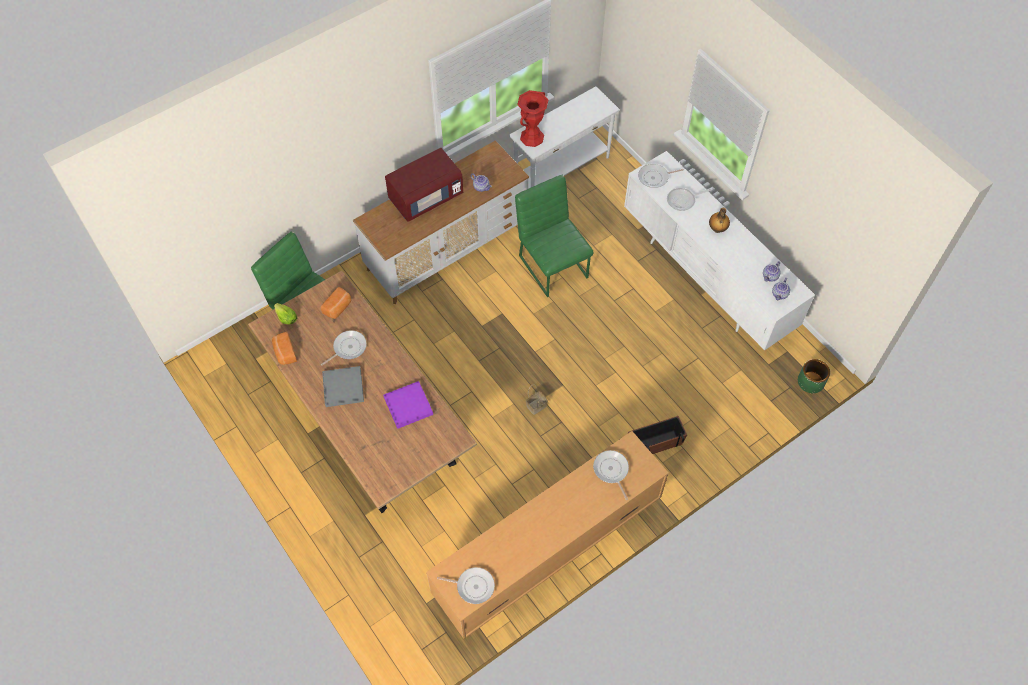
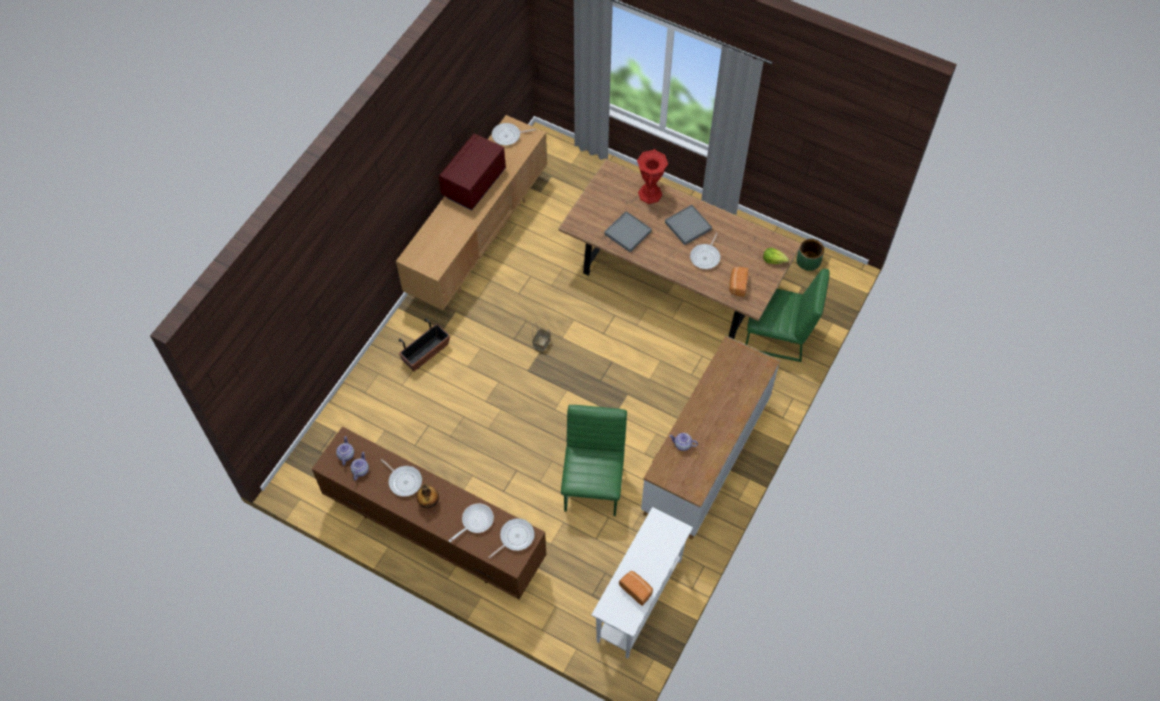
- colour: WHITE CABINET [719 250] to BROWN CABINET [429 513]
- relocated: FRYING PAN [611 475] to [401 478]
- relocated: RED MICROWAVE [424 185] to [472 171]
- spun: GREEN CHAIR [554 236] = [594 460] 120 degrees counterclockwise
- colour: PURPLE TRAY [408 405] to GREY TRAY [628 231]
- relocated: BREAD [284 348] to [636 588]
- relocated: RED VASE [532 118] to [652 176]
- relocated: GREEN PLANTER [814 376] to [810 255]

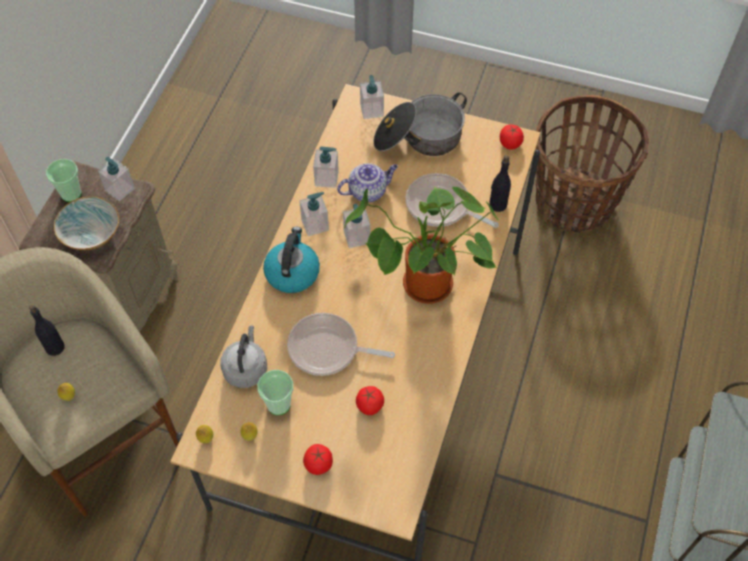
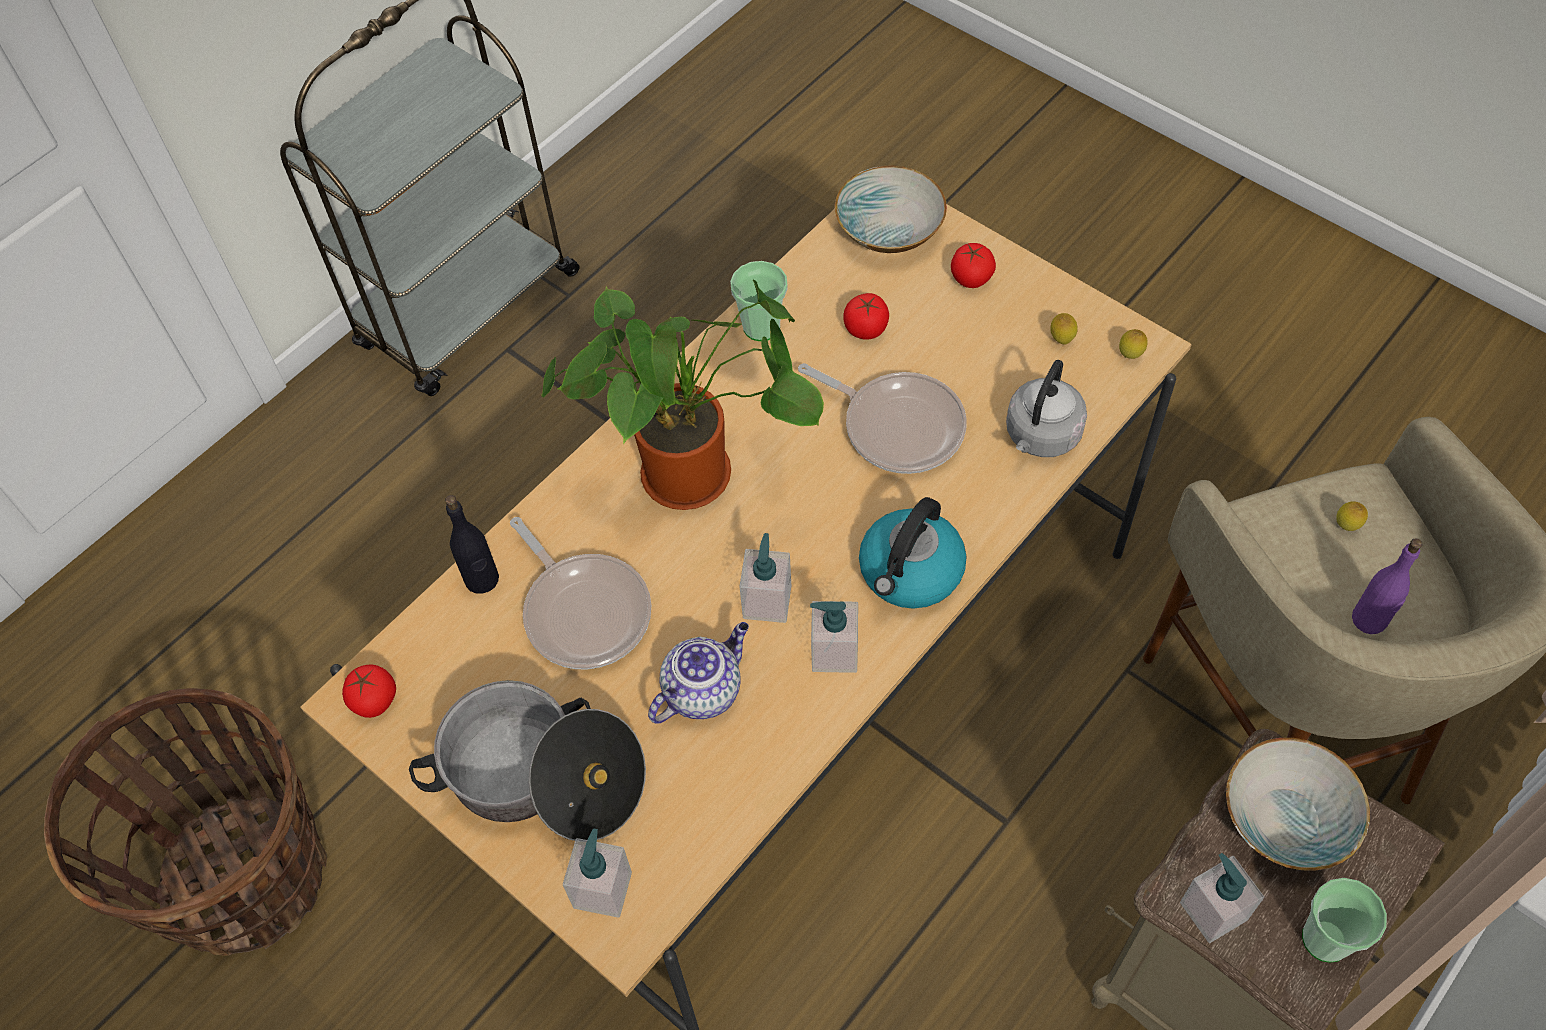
- spun: TEAPOT [367 182] = [698 673] 135 degrees clockwise
- relocated: CUP [275 392] to [759 301]
- appeared: BOWL [891 209]
- colour: BLACK BOTTLE [47 330] to PURPLE BOTTLE [1387 586]
- missing: SOAP DISPENSER [326 167]

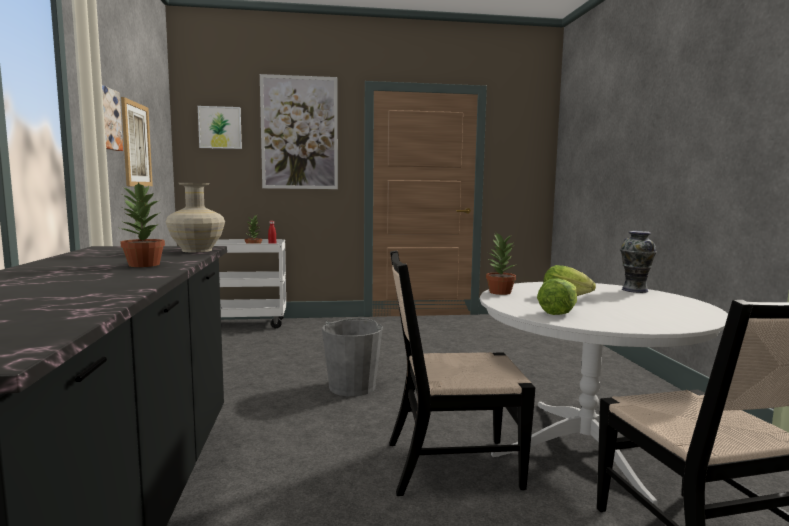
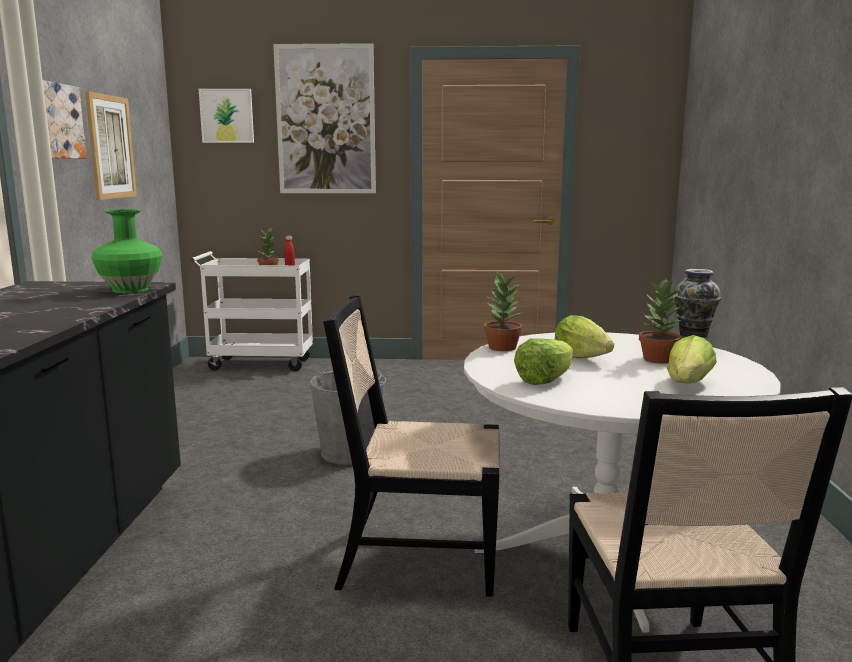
- colour: BEIGE VASE [195 217] to GREEN VASE [126 251]
- relocated: POTTED PLANT [142 224] to [660 321]
- appeared: LETTUCE [692 359]

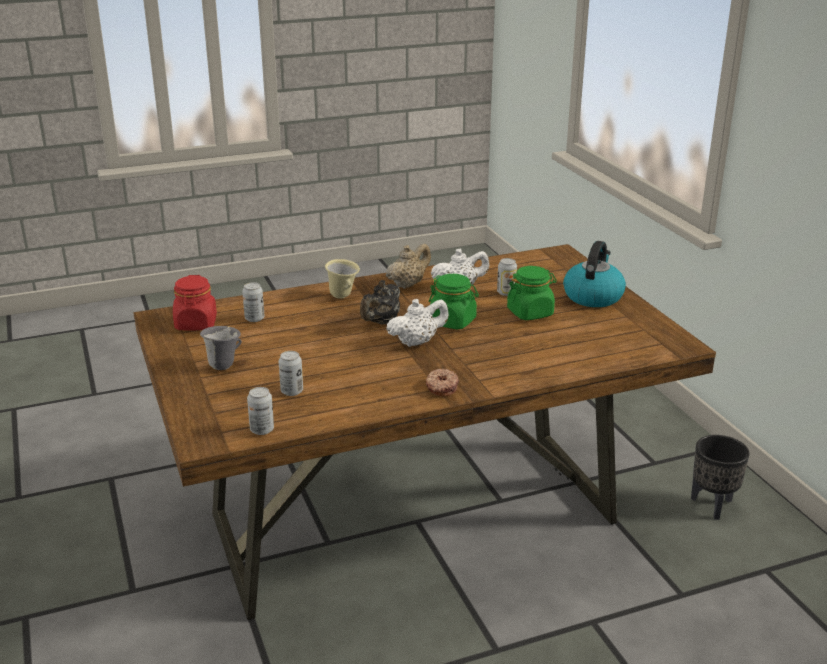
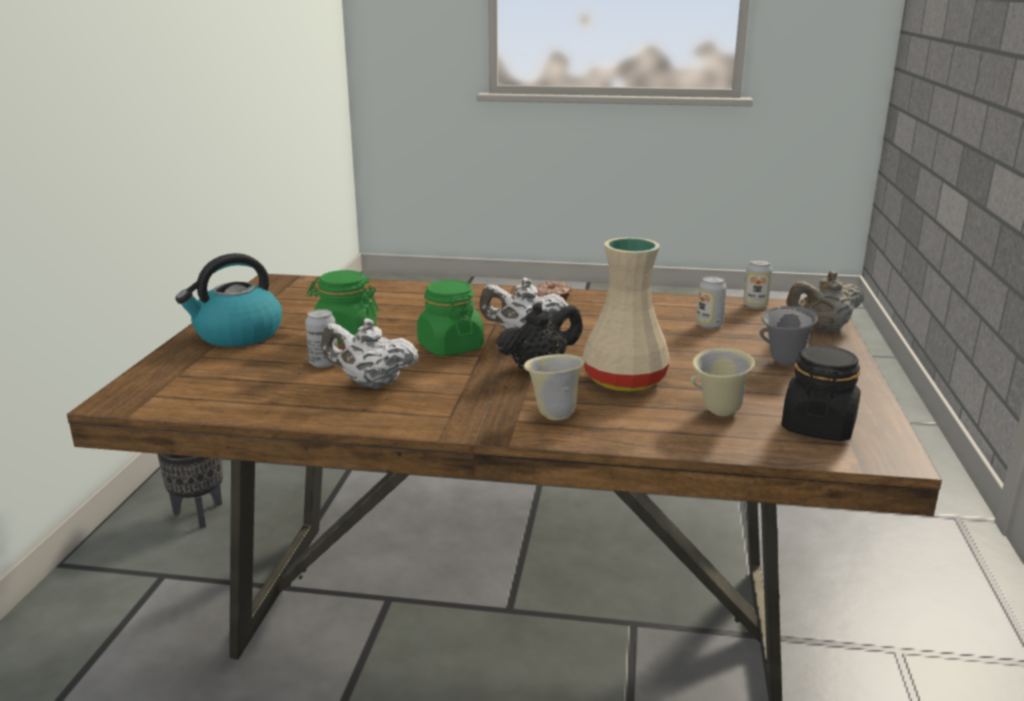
- appeared: BEIGE VASE [626 314]
- exchanged: CAN [253 302] to BEIGE MUG [722 382]
- colour: RED JAR [195 303] to BLACK JAR [820 393]
- relocated: BEIGE TEAPOT [408 266] to [825 301]

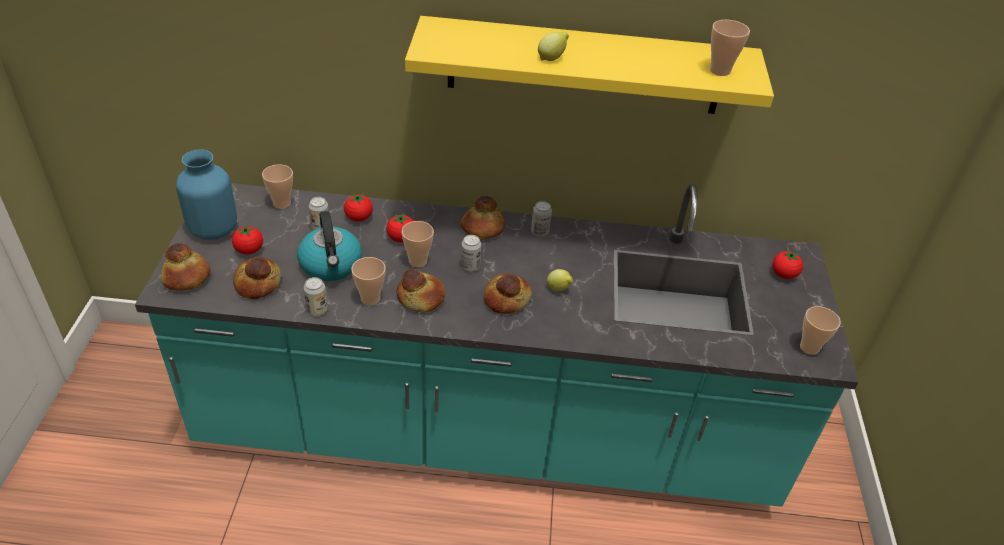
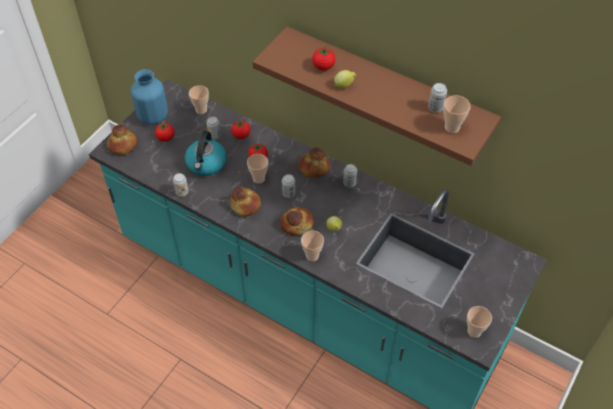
- colour: YELLOW SHELF [589 65] to BROWN SHELF [377 96]
- relocated: CUP [368 281] to [312 246]
- relocated: TOMATO [787 264] to [323 58]
- appeared: CAN [437 98]
- missing: BREAD [257 277]

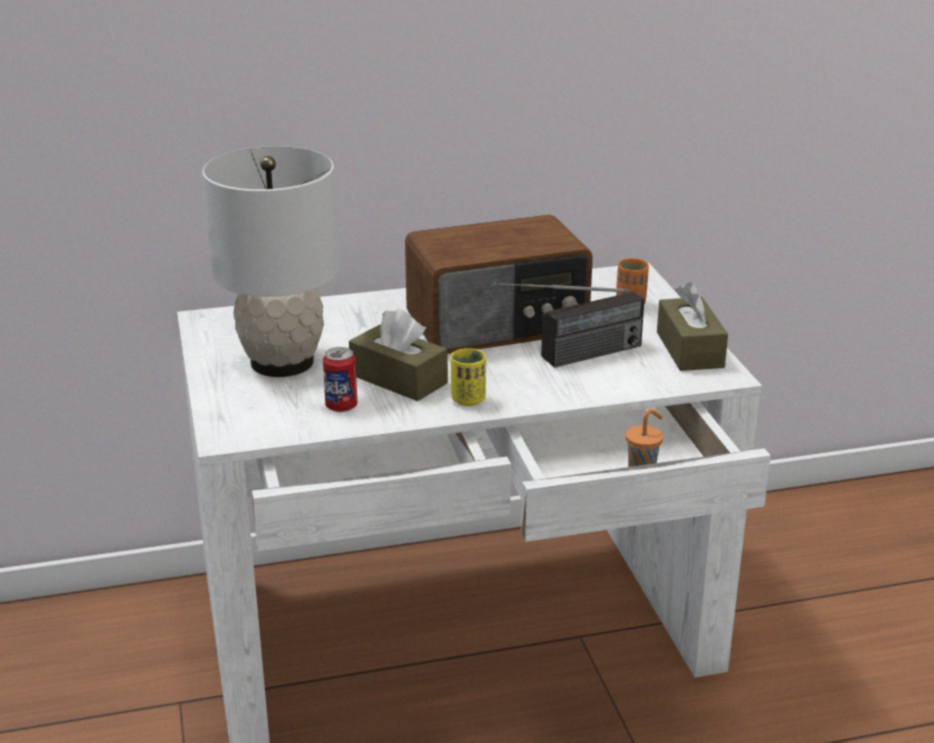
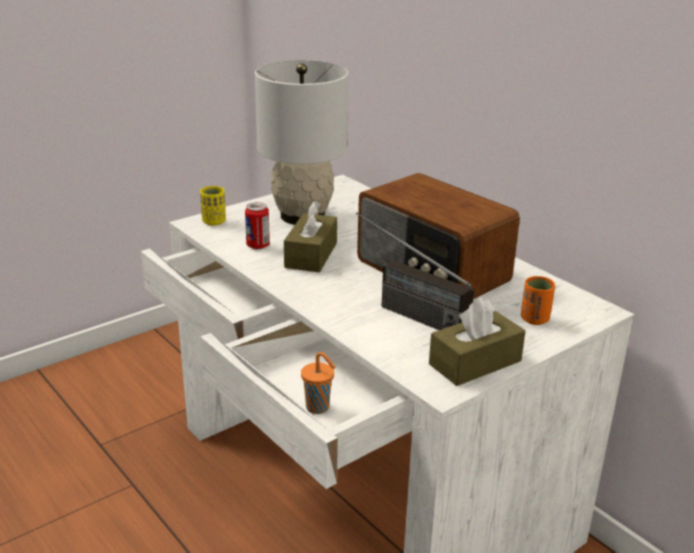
- relocated: YELLOW CUP [468 377] to [213 206]

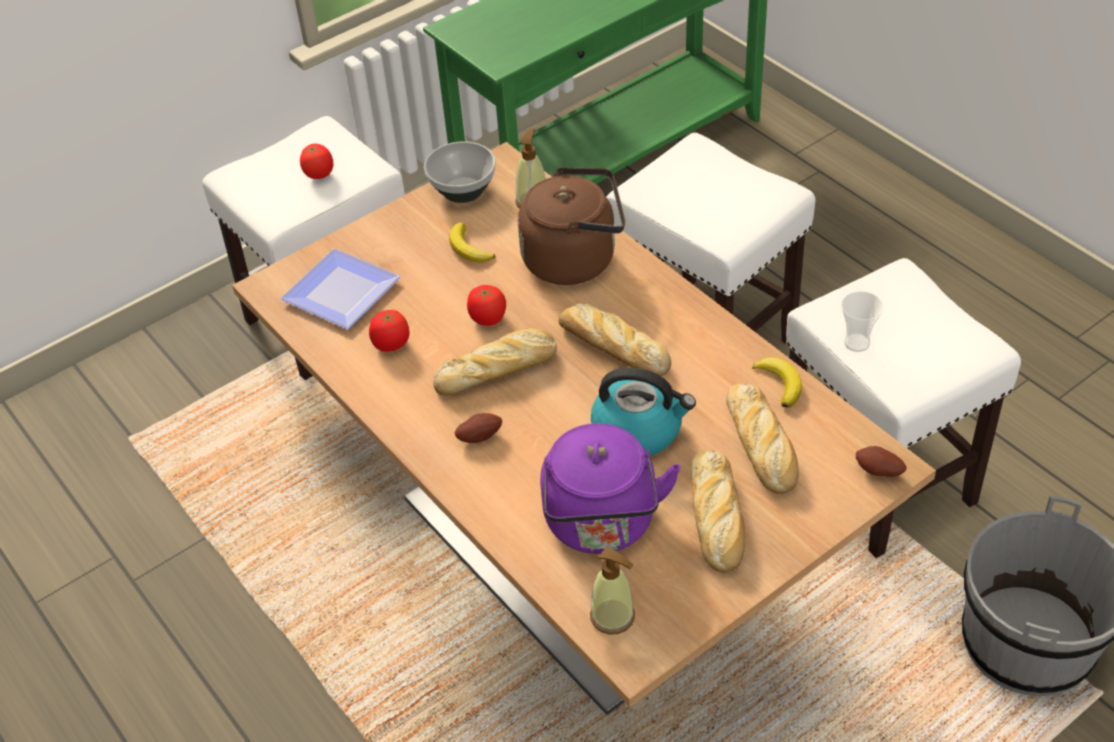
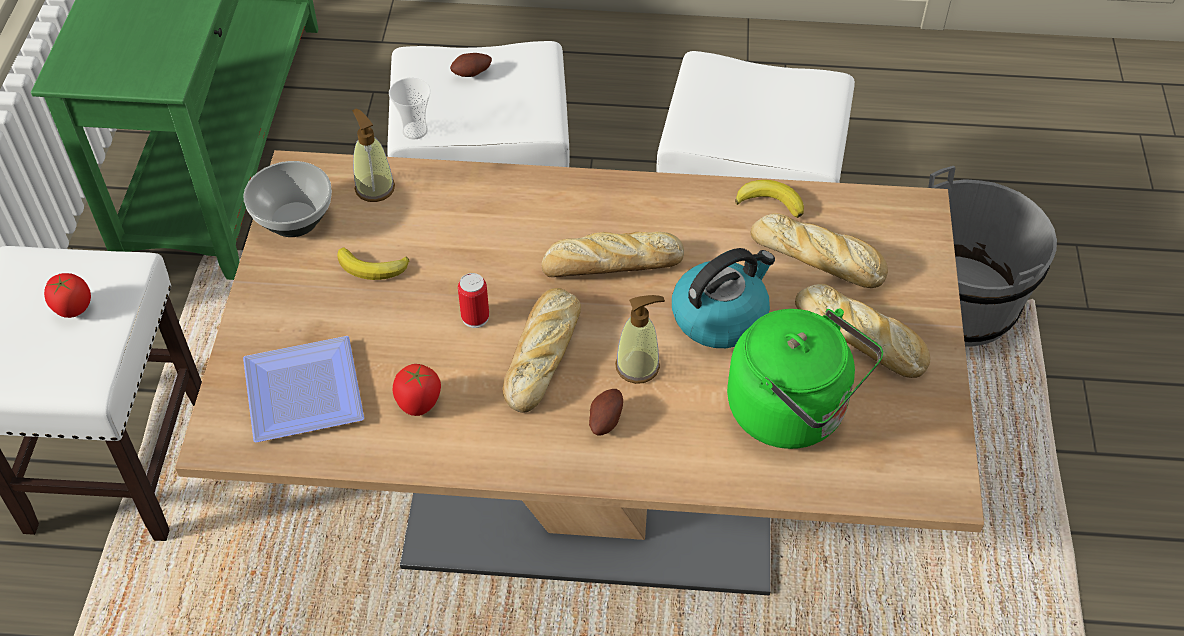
- relocated: CUP [862 321] to [410 109]
- relocated: POTATO [881 461] to [471 65]
- exchanged: TOMATO [486 305] to CAN [473 300]
- relocated: SOAP DISPENSER [612 591] to [640 339]
- colour: PURPLE KETTLE [610 488] to GREEN KETTLE [805 379]
- missing: BROWN KETTLE [571 226]

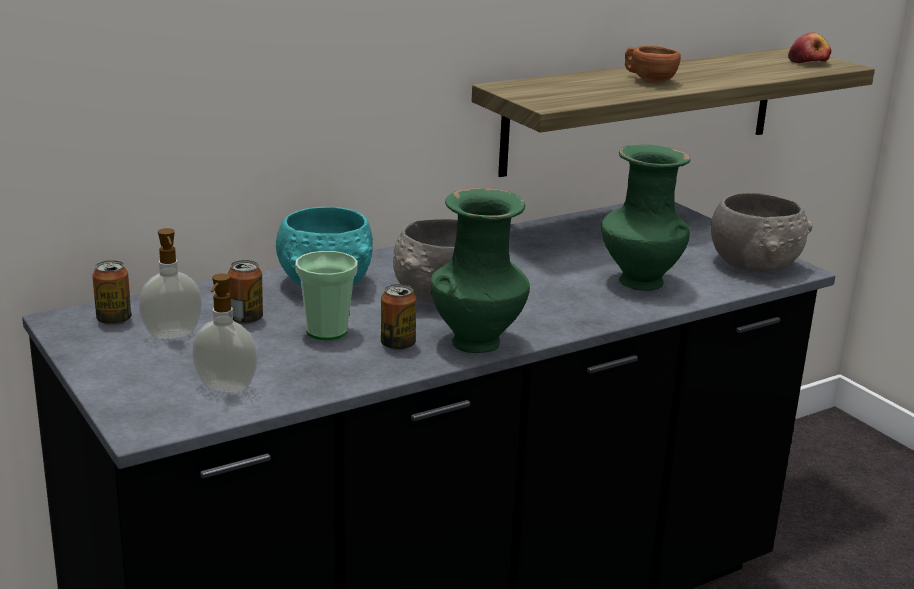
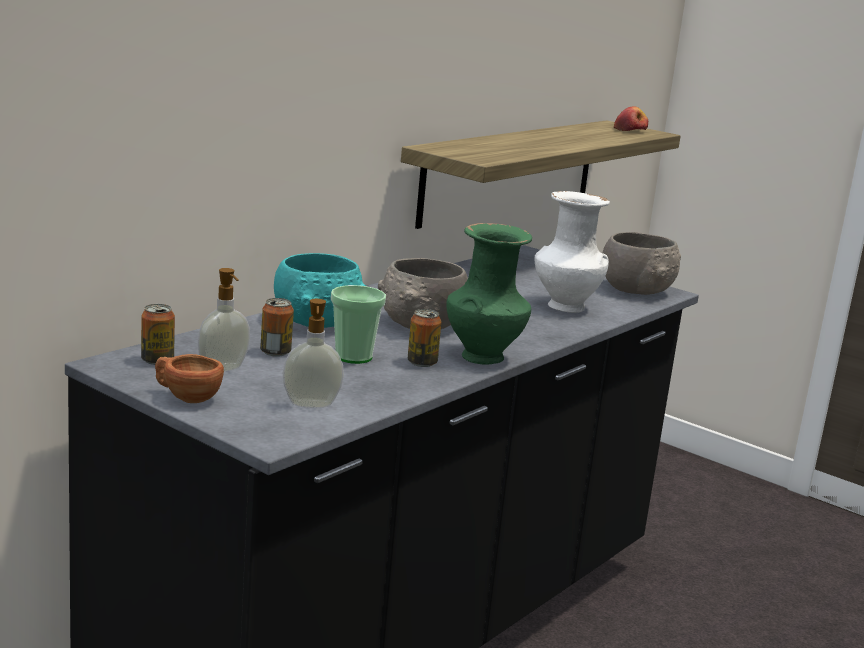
- relocated: BROWN CUP [653 64] to [189 378]
- colour: GREEN VASE [645 217] to WHITE VASE [572 252]

